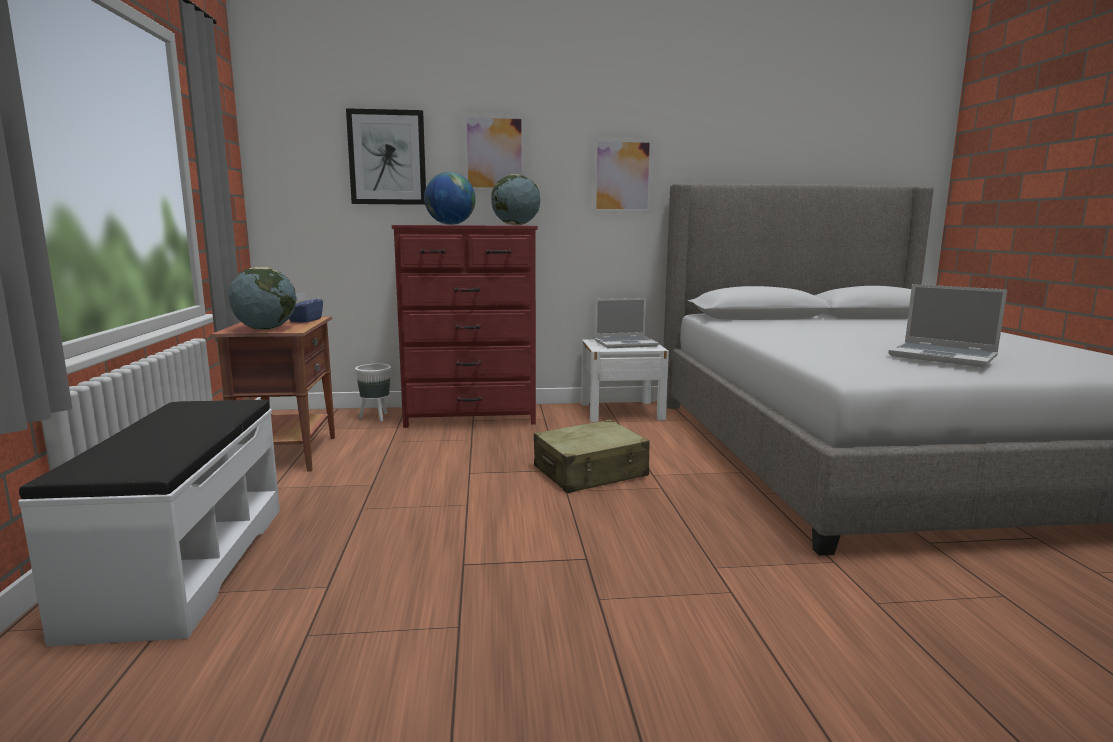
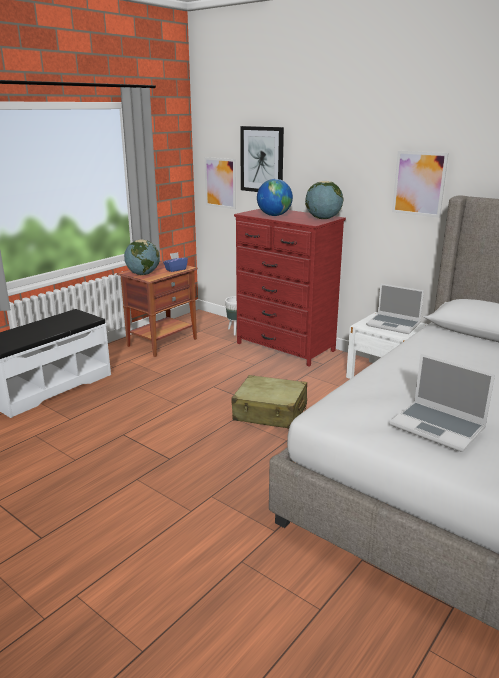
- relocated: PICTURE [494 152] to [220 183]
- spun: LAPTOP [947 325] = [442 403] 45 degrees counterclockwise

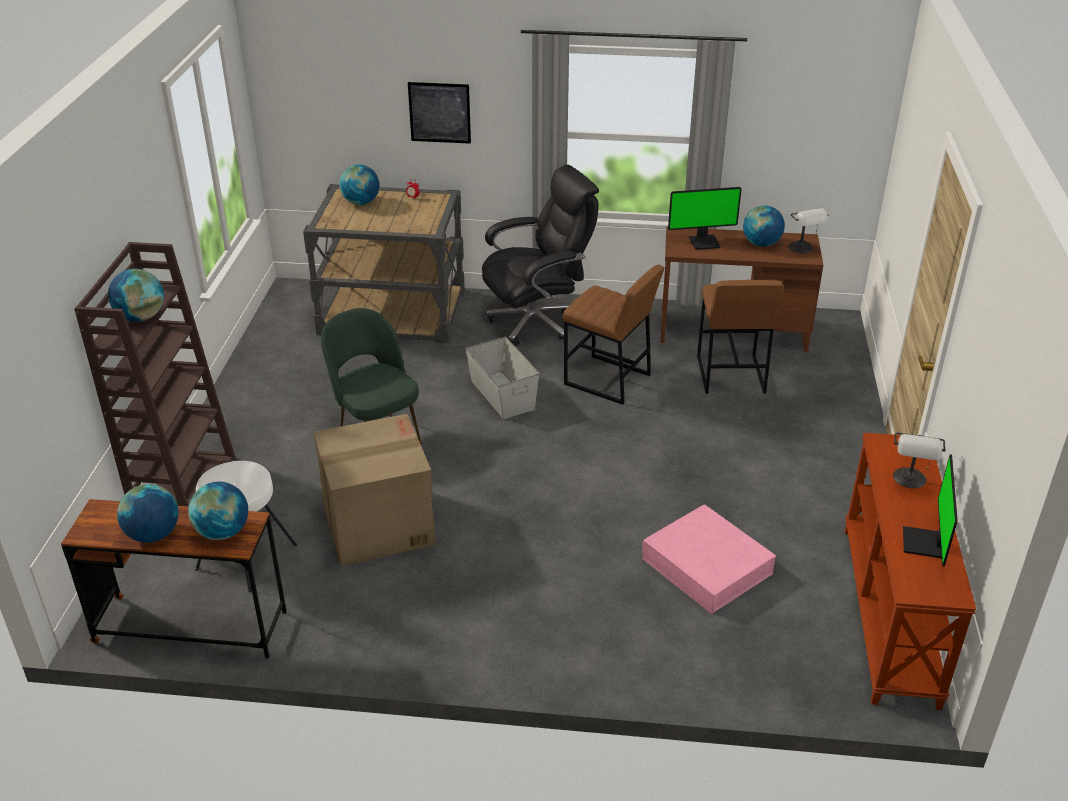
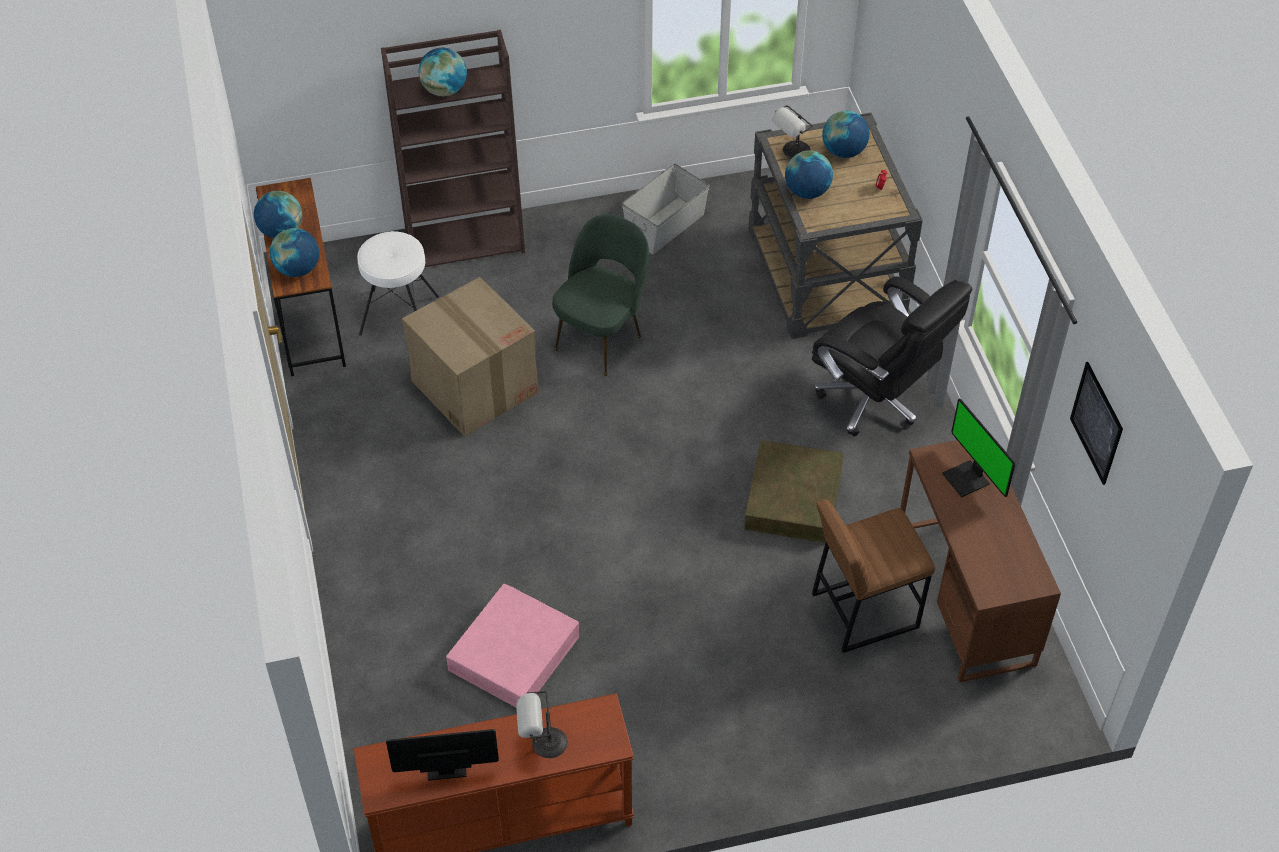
- relocated: GREY STORAGE BOX [502 378] to [666 209]
- exchanged: BROWN CHAIR [614 335] to BROWN STORAGE BOX [794 491]
- relocated: TABLE LAMP [809 230] to [792 132]
- relocated: GLOBE [764 226] to [809 175]
- relocated: PICTURE [439 113] to [1096 423]

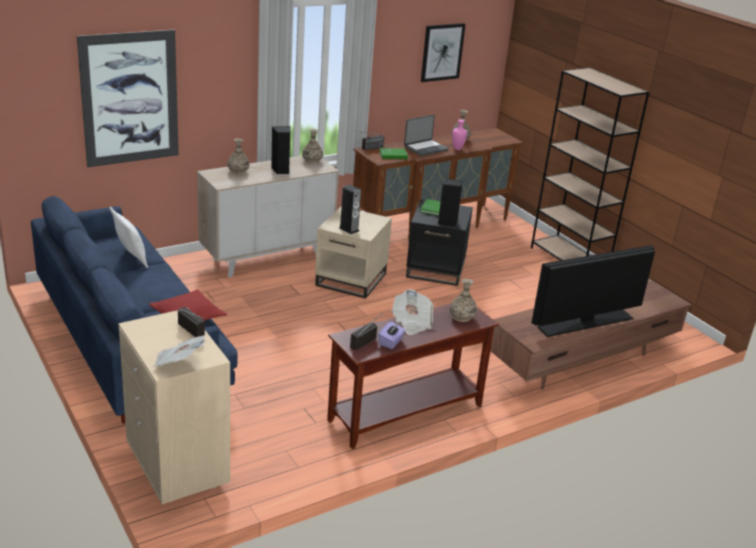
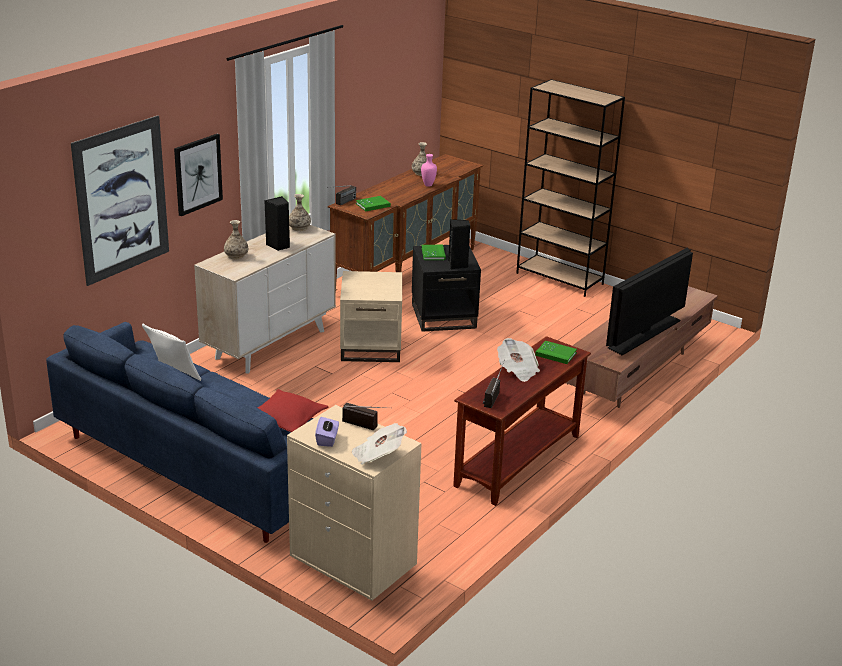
- relocated: PICTURE [443 52] to [198 175]
- relocated: PURPLE TISSUE BOX [392 335] to [327 432]
- exchanged: VASE [463 300] to GREEN BOOK [556 352]
- missing: SPEAKER [350 209]
- missing: LAPTOP [426 135]

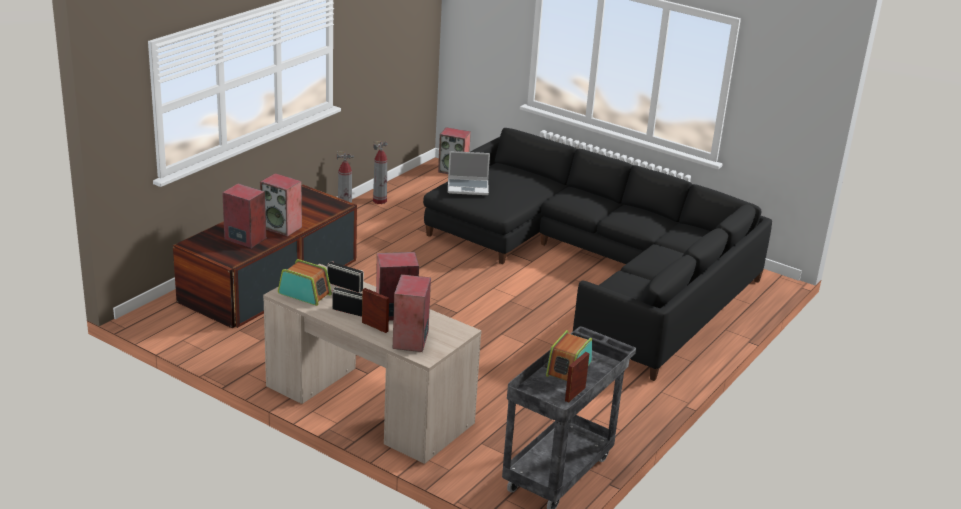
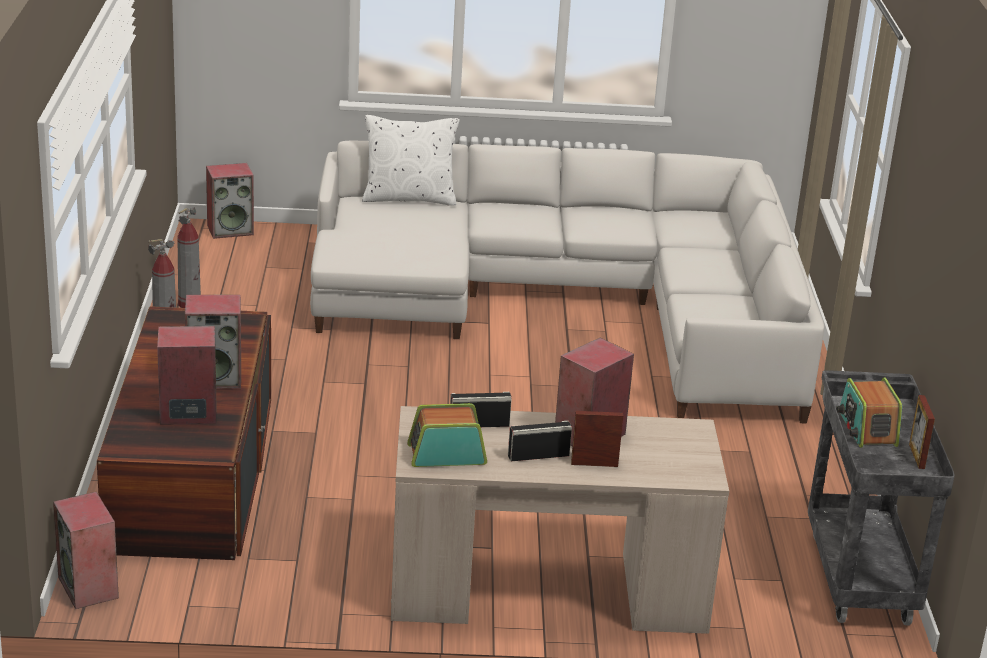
- relocated: SPEAKER [412 313] to [86 550]
- colour: BLACK SOFA [597 254] to WHITE SOFA [567 282]
- appeared: WHITE PILLOW [411 160]
- missing: LAPTOP [469 173]

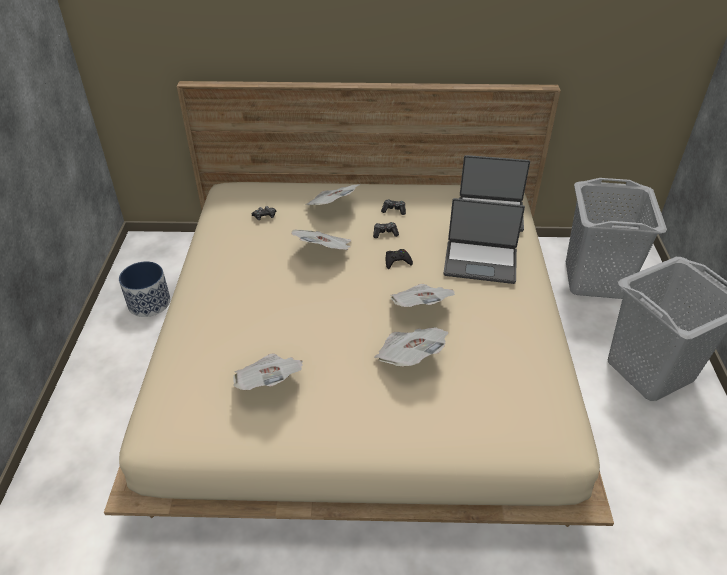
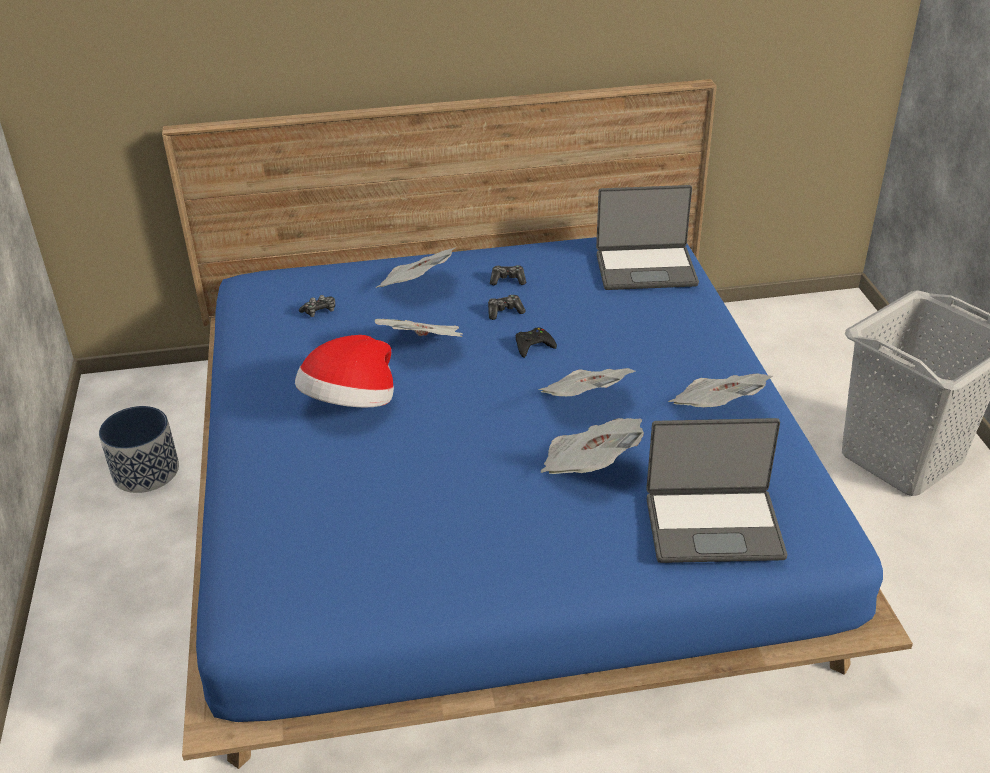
- colour: BEIGE BED [359 304] to BLUE BED [537 424]
- appeared: HAT [344 371]
- relocated: LAPTOP [484 241] to [717 490]
- relocated: NEWSPAPER [268 371] to [720 390]
- missing: GREY LAUNDRY BASKET [616 238]

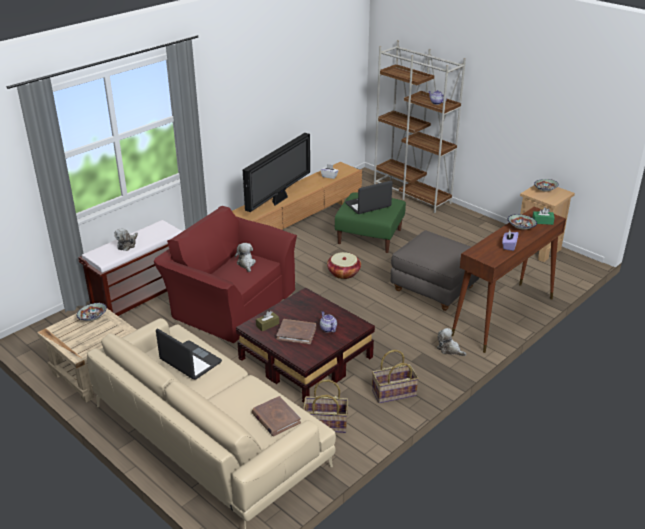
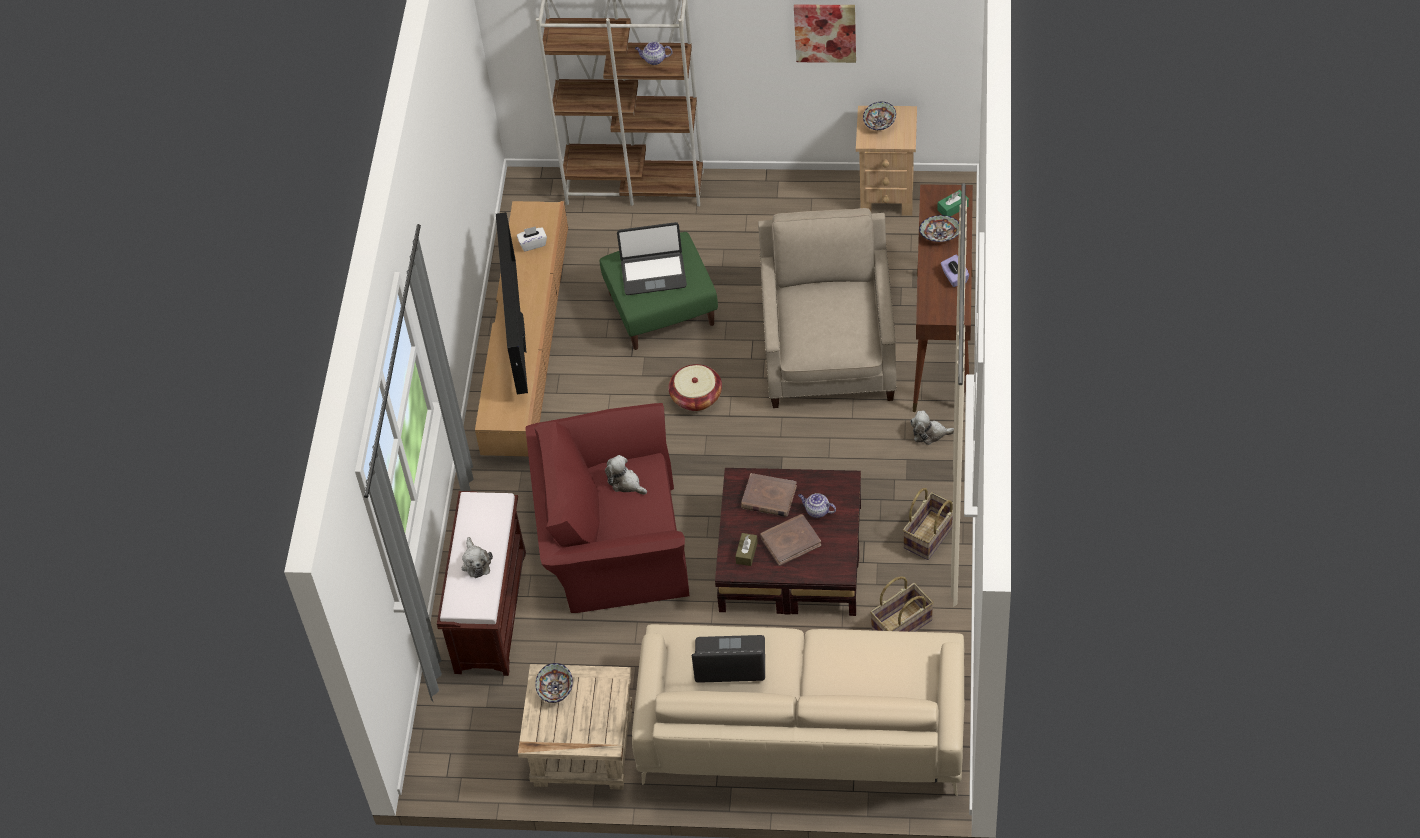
- spun: LAPTOP [369 197] = [652 258] 120 degrees counterclockwise
- relocated: BROWN BOOK [276 416] to [769 495]
- exchanged: GREY OTTOMAN [434 270] to BEIGE ARMCHAIR [827 308]
- appeared: PICTURE [825 34]

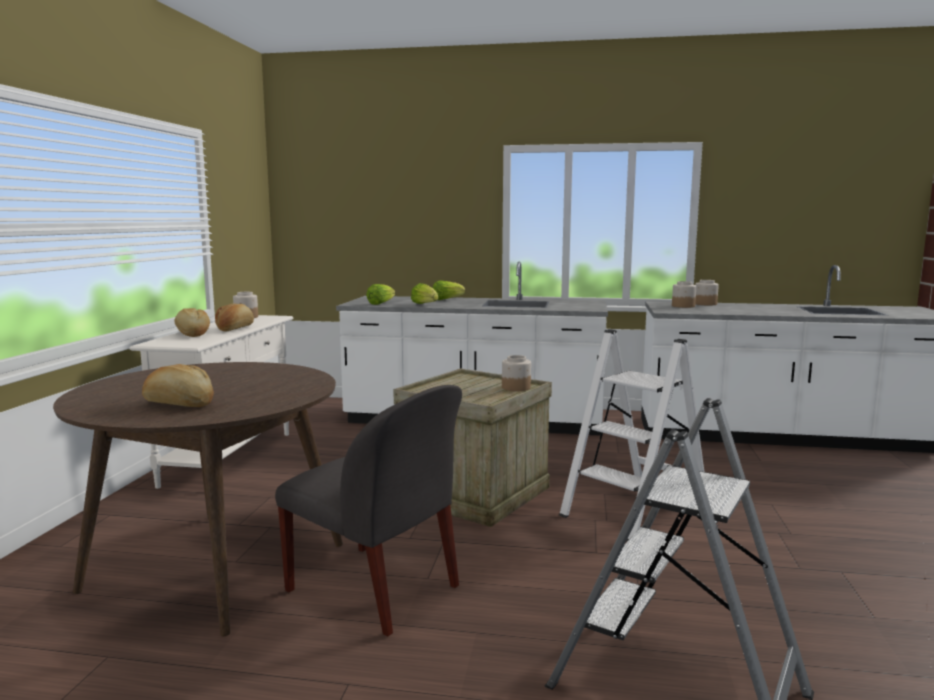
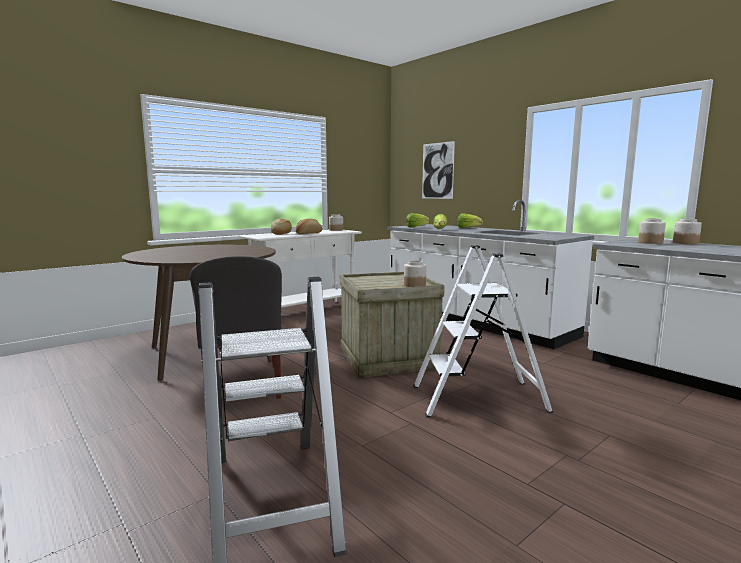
- appeared: PICTURE [438 170]
- missing: BREAD [178 385]

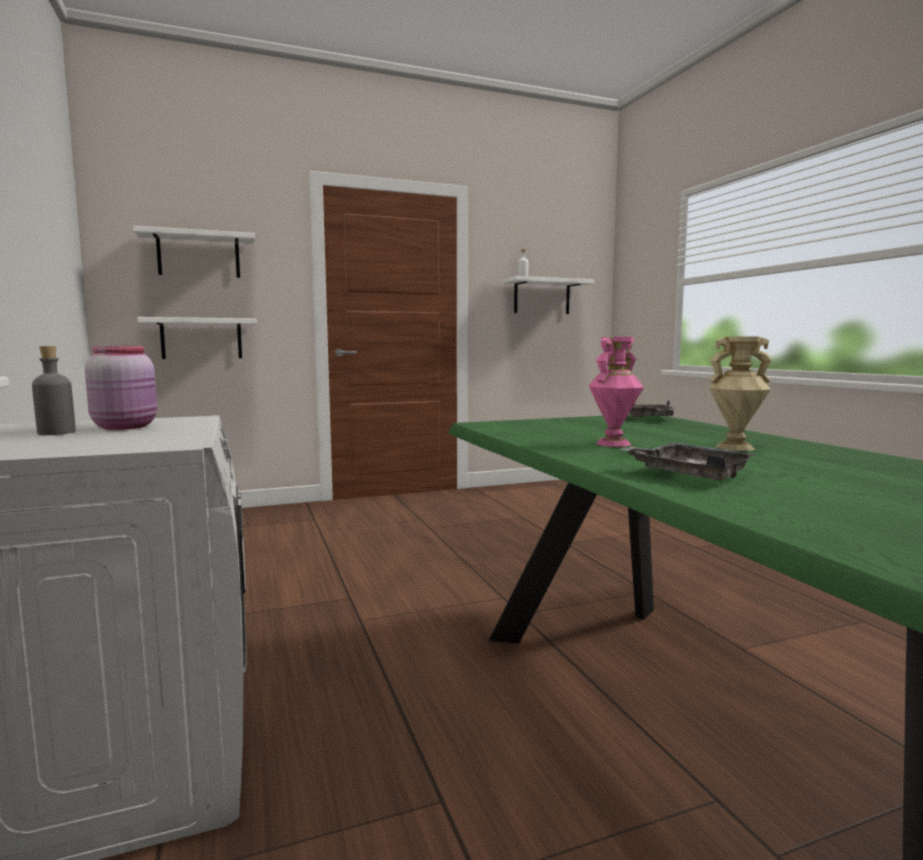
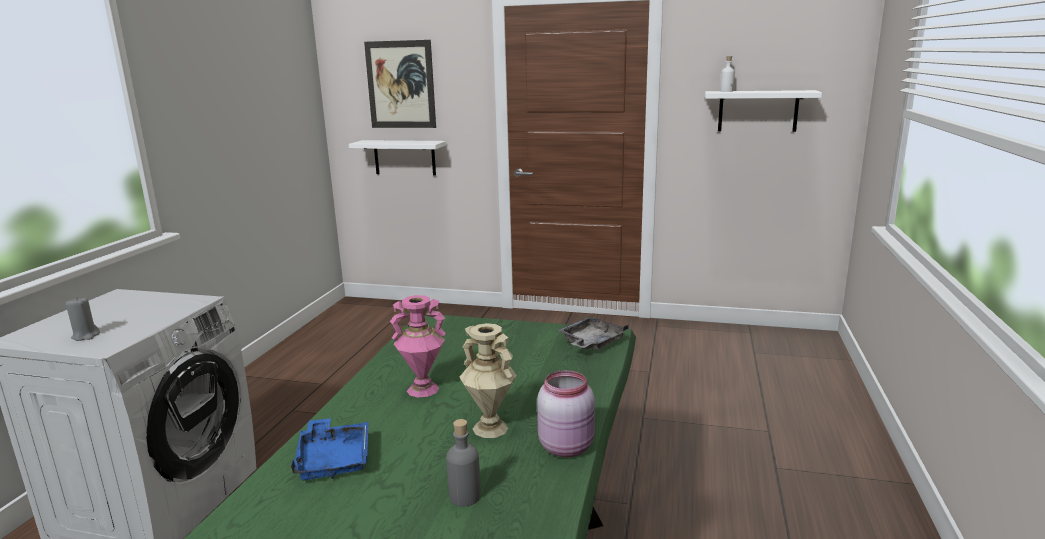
- appeared: GREY CANDLE [83 319]
- colour: GREY TRAY [687 461] to BLUE TRAY [330 449]
- exchanged: WHITE SHELF [194 252] to PICTURE [400 84]
- relocated: GREY BOTTLE [54 390] to [463 463]
- relocated: PINK JAR [121 388] to [566 413]

